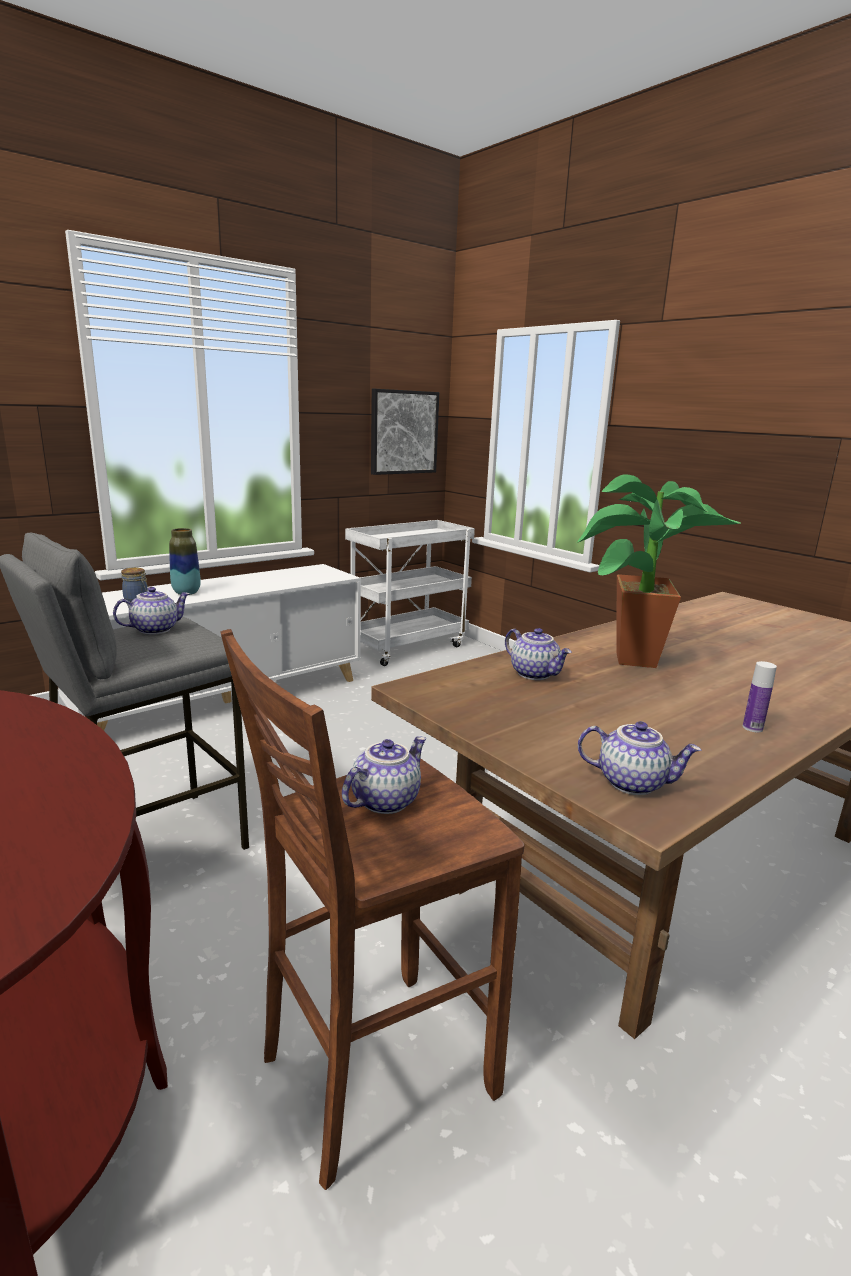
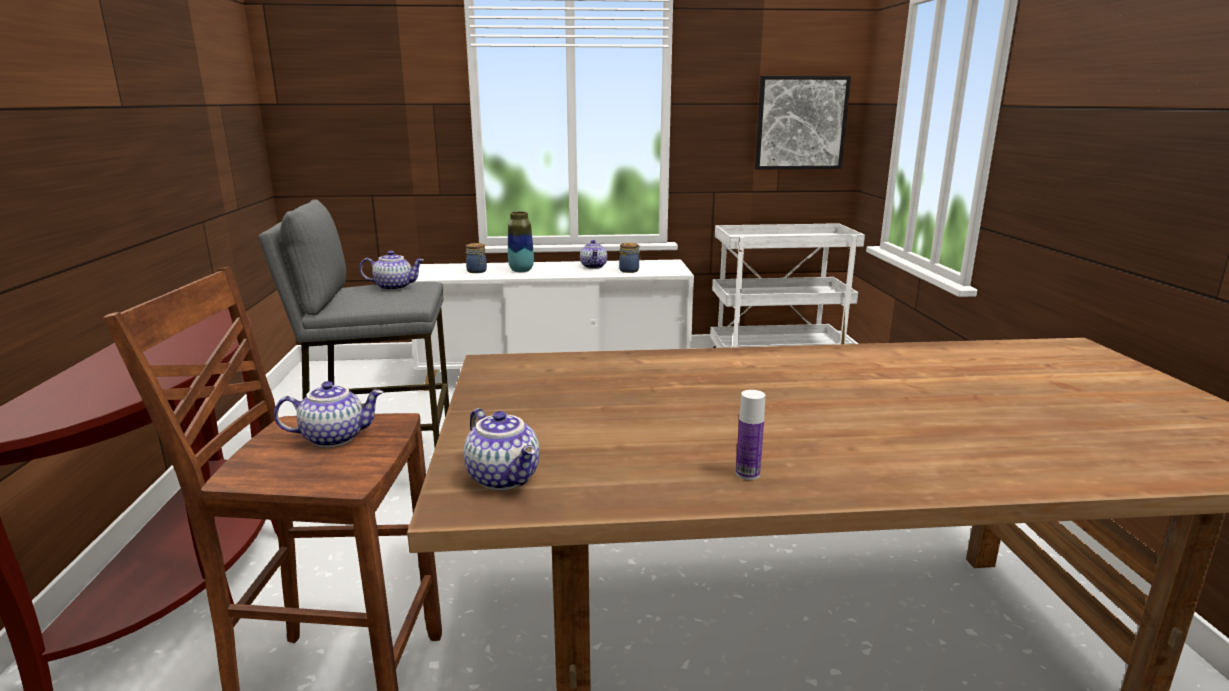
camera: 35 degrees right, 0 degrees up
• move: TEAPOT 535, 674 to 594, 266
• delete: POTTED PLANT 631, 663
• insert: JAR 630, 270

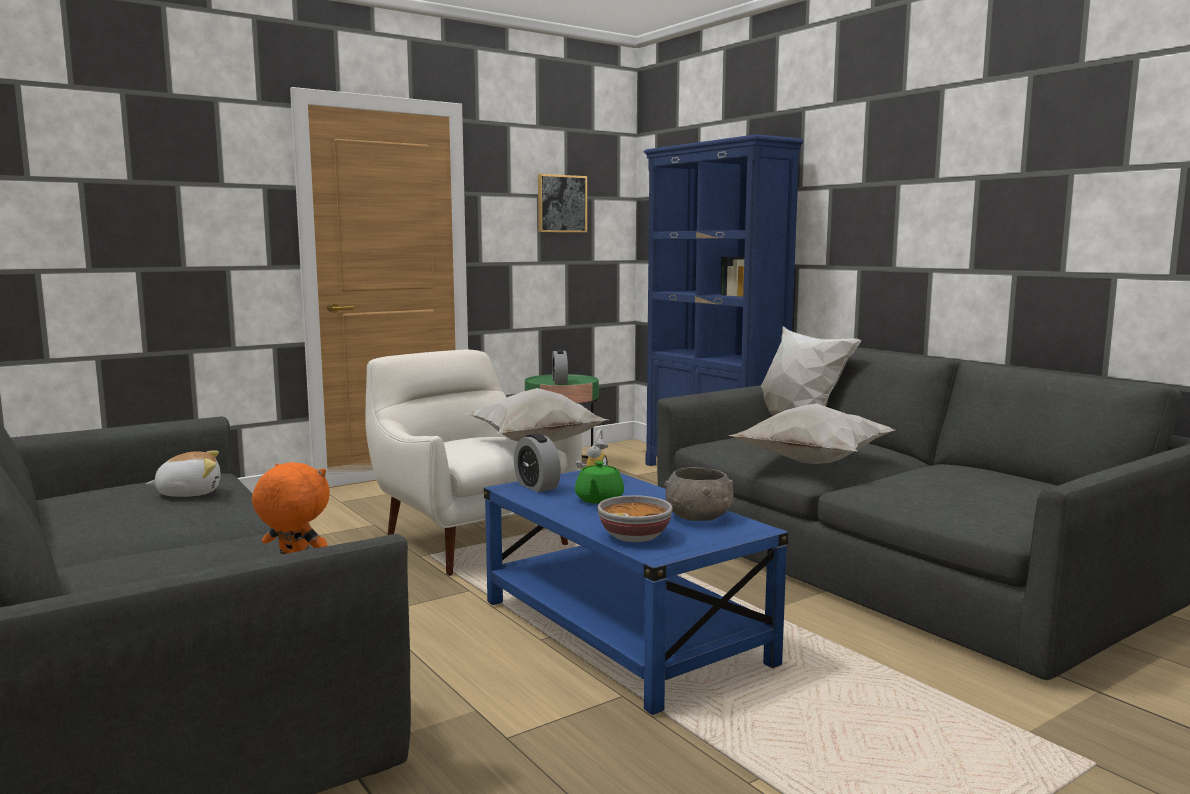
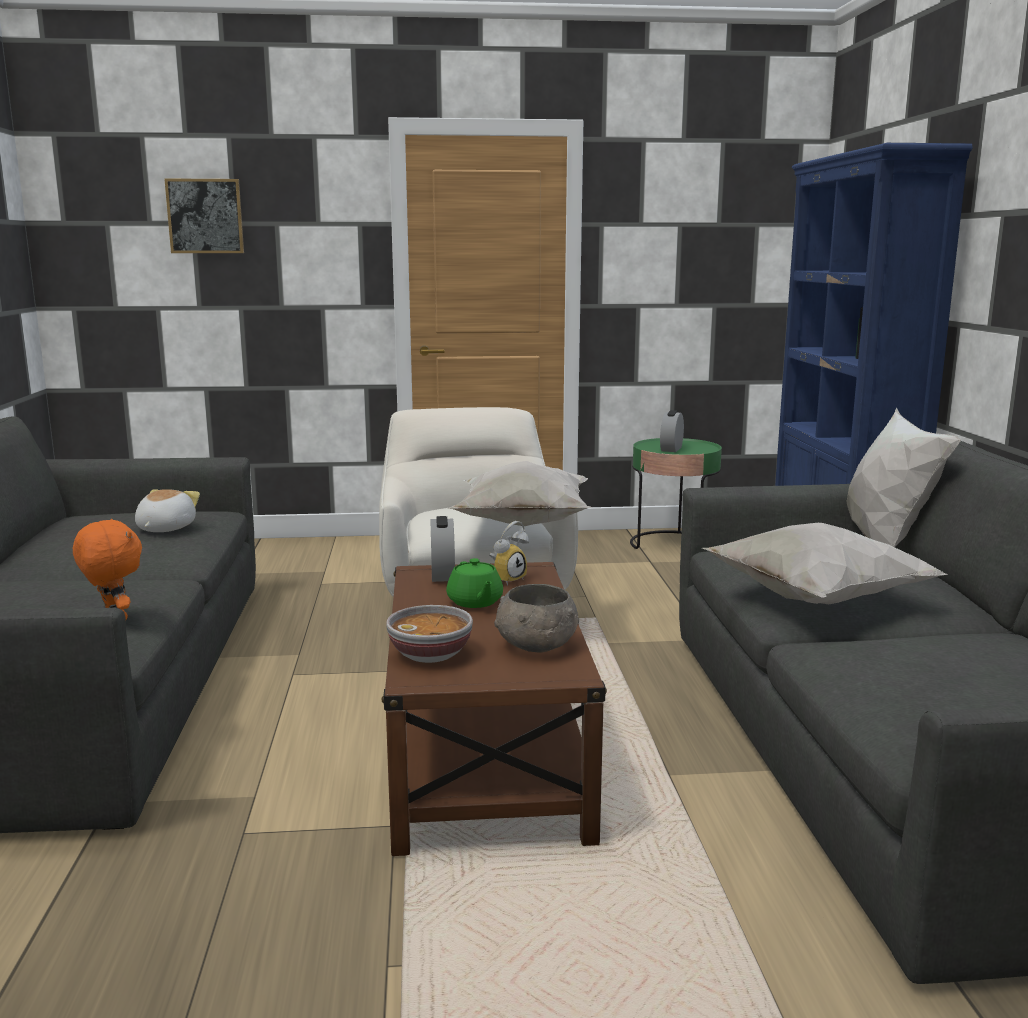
camera: 30 degrees right, 5 degrees up
• rotate: PLUSH TOY 189, 493 = 164, 528 90 degrees counterclockwise
• recolor: BLUE COFFEE TABLE 623, 632 to BROWN COFFEE TABLE 485, 755
• move: PICTURE 561, 203 to 205, 216
• rotate: GREEN TEAPOT 598, 499 = 475, 602 60 degrees counterclockwise

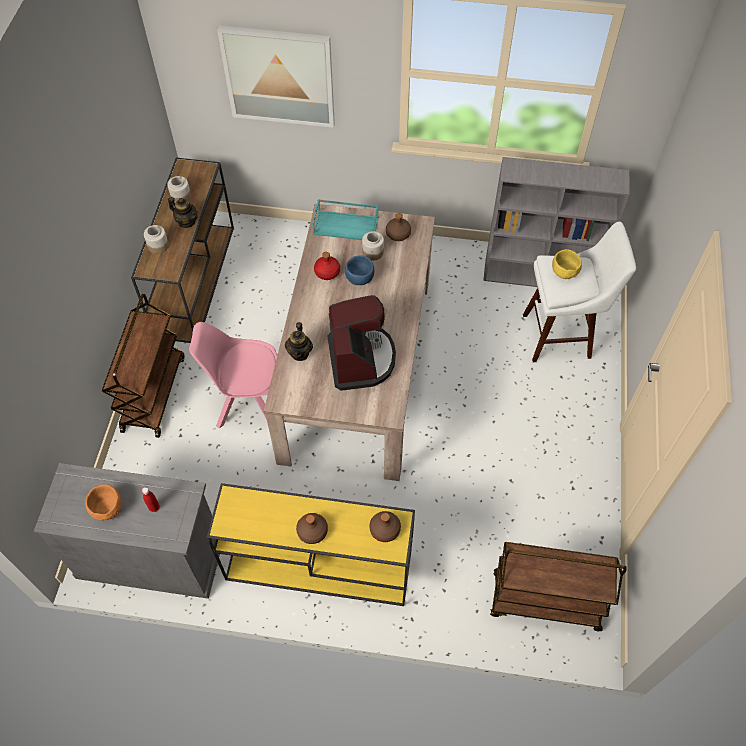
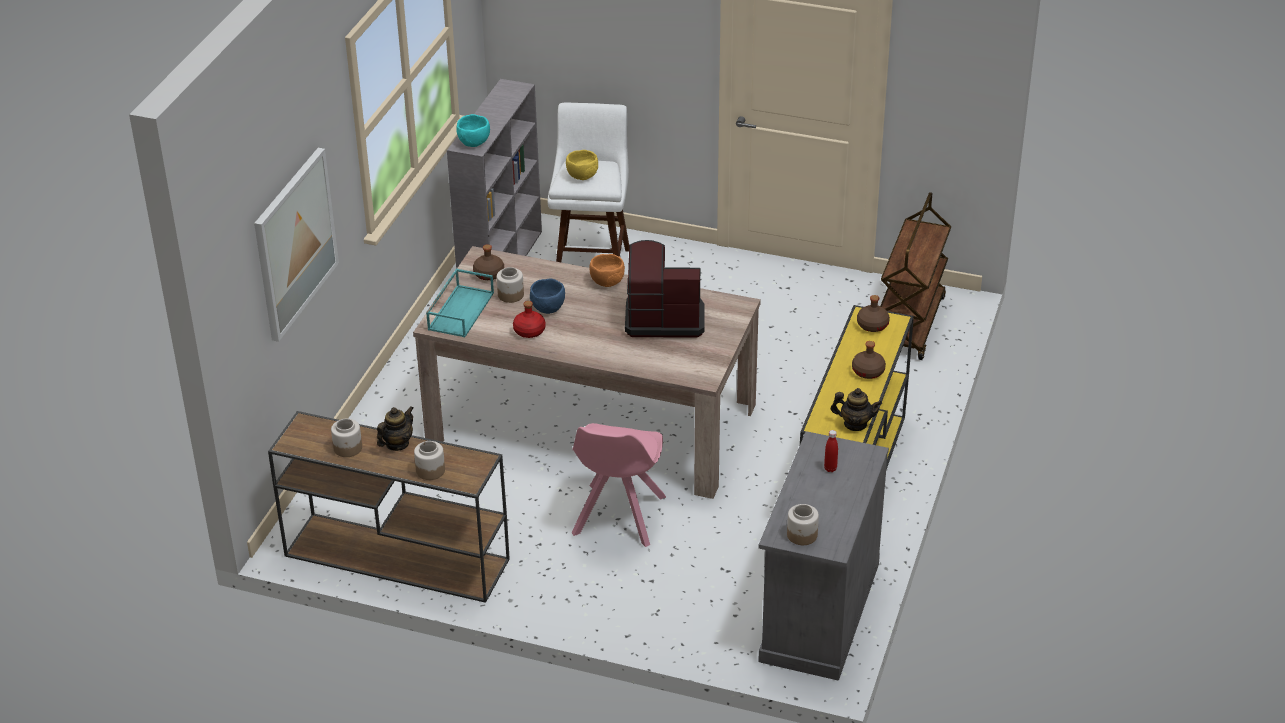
camera: 80 degrees left, 20 degrees down
• move: ORANGE BOWL 107, 509 to 607, 282
• delete: BROWN CART 153, 393
• move: TEAPOT 300, 353 to 855, 424
• insert: TURQUOISE BOWL 474, 142
• insert: JAR 802, 535

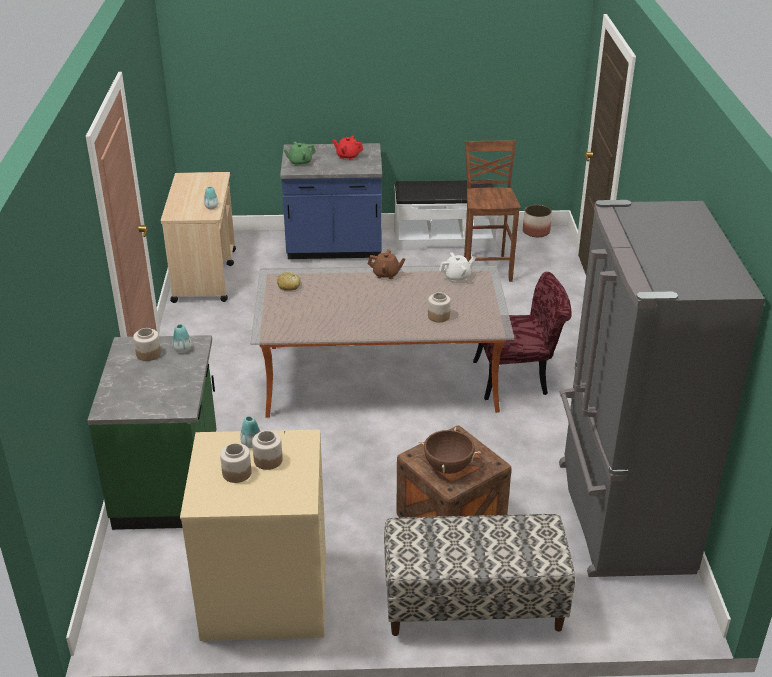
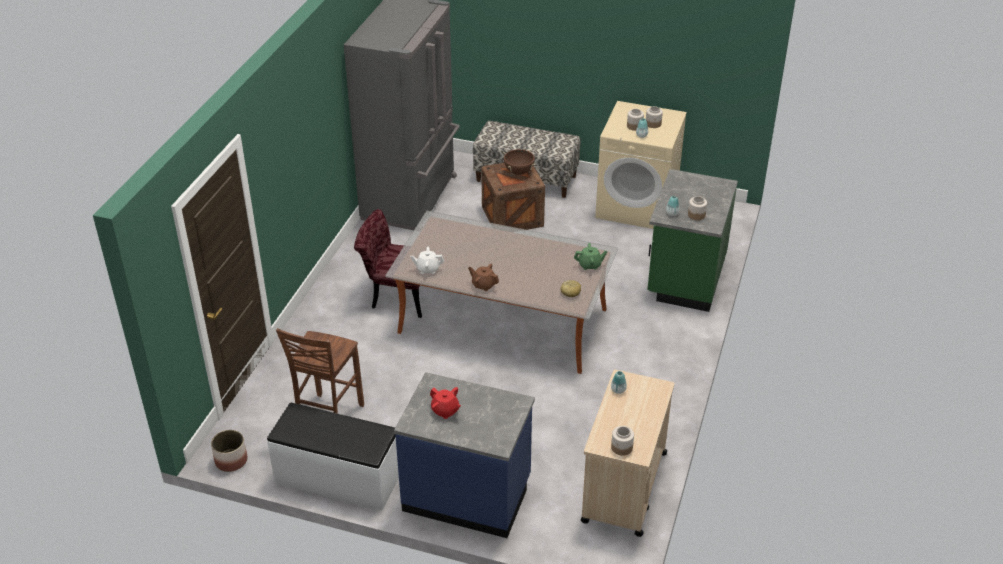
camera: 160 degrees left, 5 degrees up
• move: GREEN TEAPOT 300, 162 to 590, 265
• move: JAR 438, 316 to 622, 448

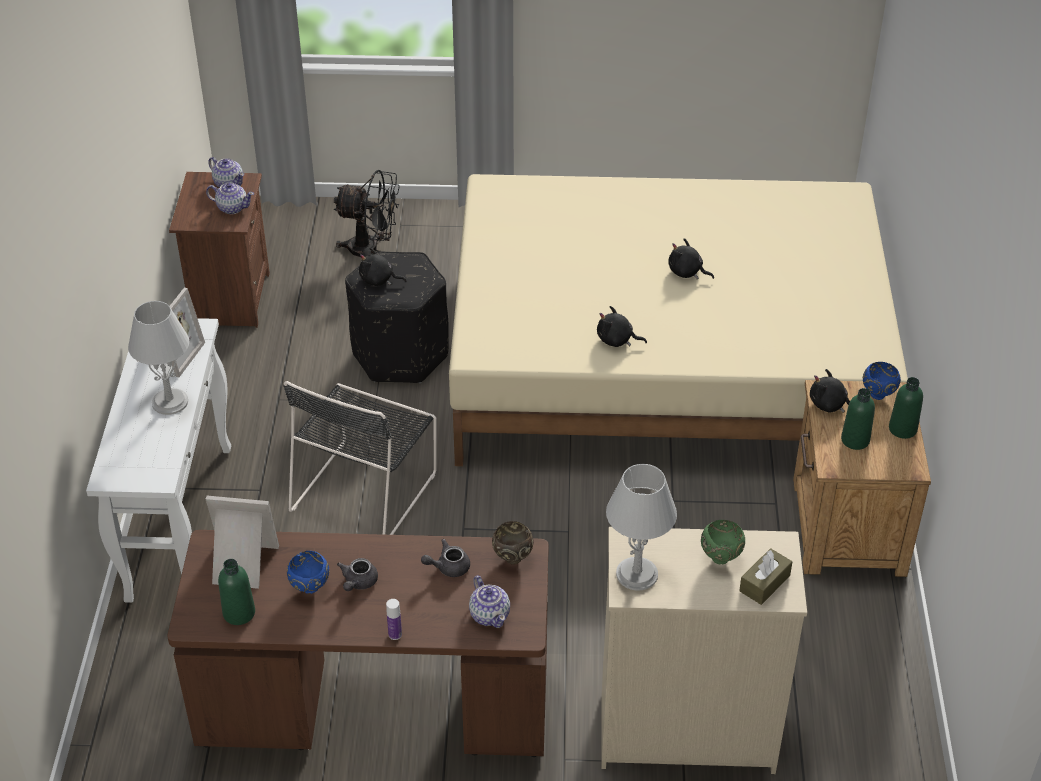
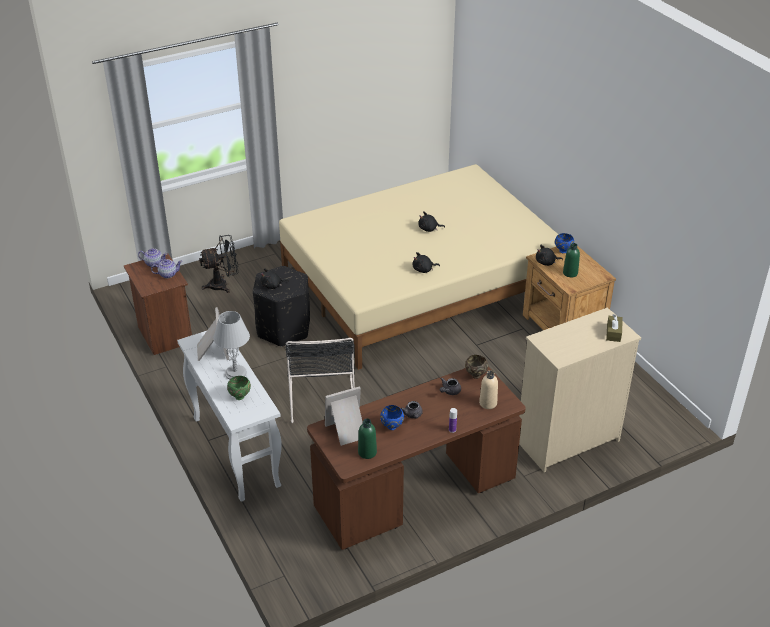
camera: 30 degrees left, 5 degrees down
• replace: TEAPOT 490, 614 to BEIGE BOTTLE 488, 403
• delete: GREY TABLE LAMP 637, 573
• move: GREEN BOWL 721, 558 to 240, 396
• delete: GREEN BOTTLE 902, 429

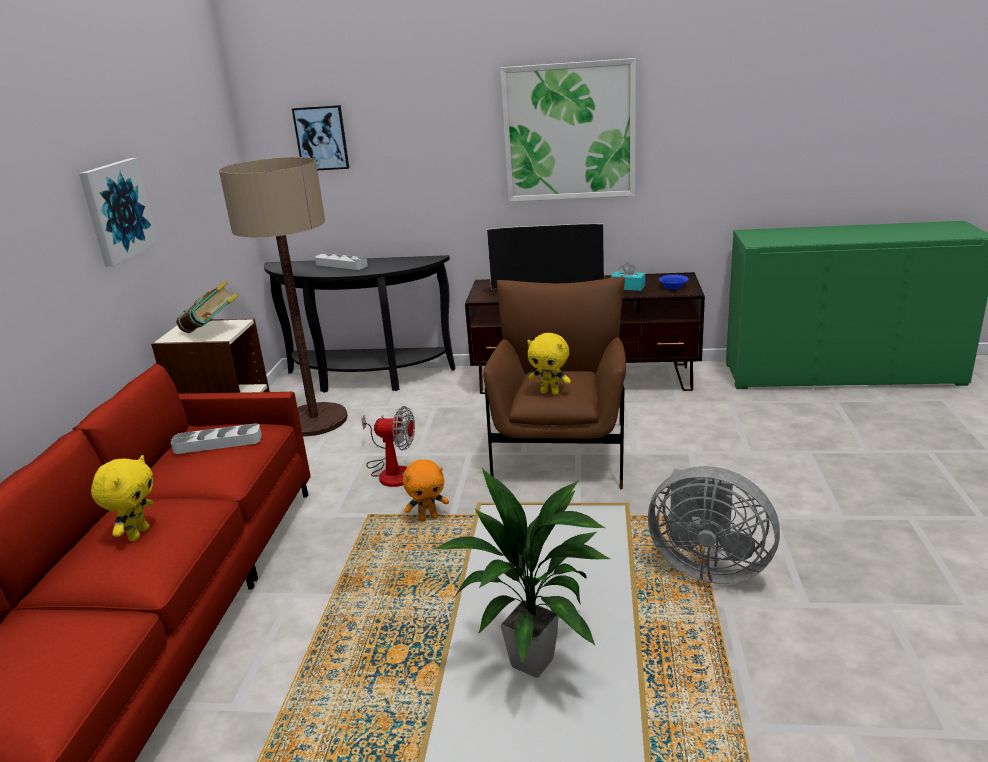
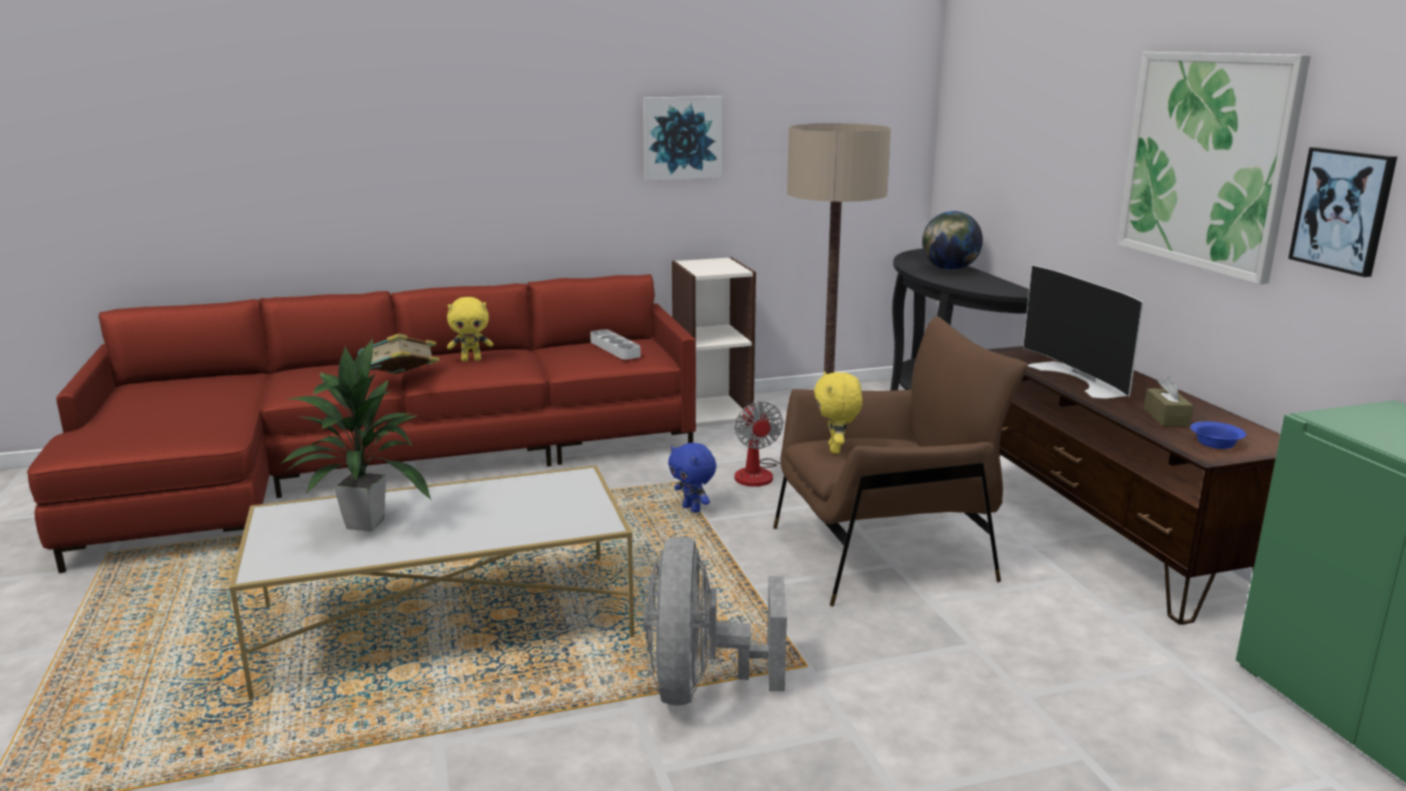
camera: 65 degrees right, 5 degrees down
• move: BOOK 212, 331 to 400, 381
• move: PICTURE 321, 138 to 1343, 210
• replace: GREY TRAY 341, 265 to GLOBE 949, 269
• recolor: ORANGE PLUSH TOY 428, 518 to BLUE PLUSH TOY 692, 509
• recolor: TURQUOISE TISSUE BOX 628, 287 to BROWN TISSUE BOX 1166, 417

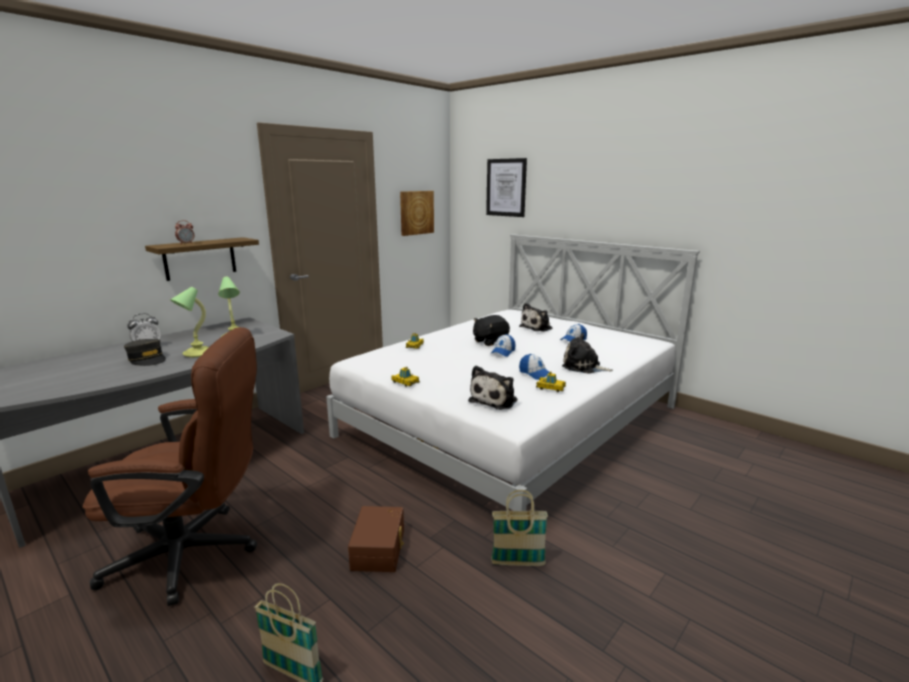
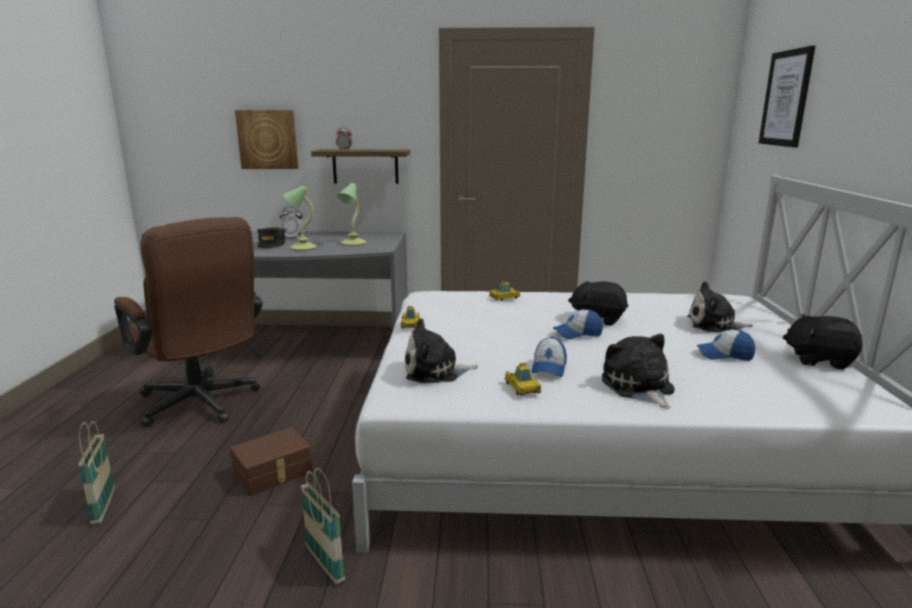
camera: 50 degrees right, 0 degrees up
• move: PICTURE 416, 212 to 268, 139
• insert: BLACK PLUSH TOY 819, 360

